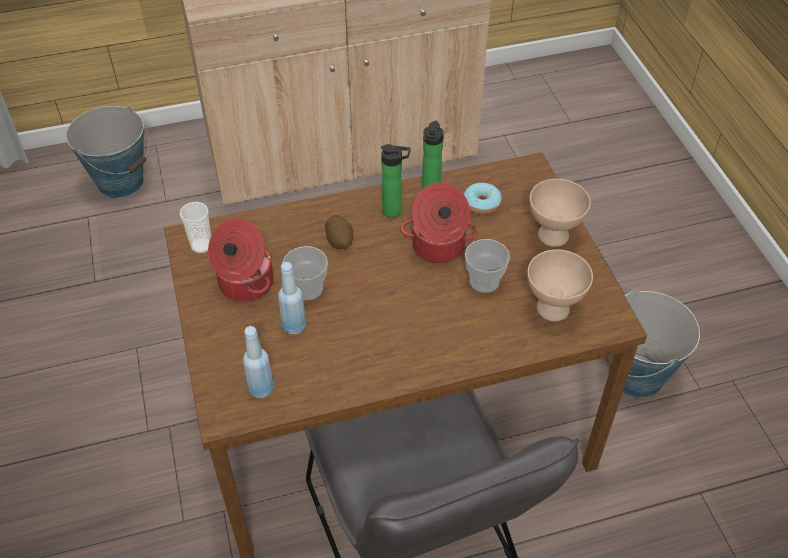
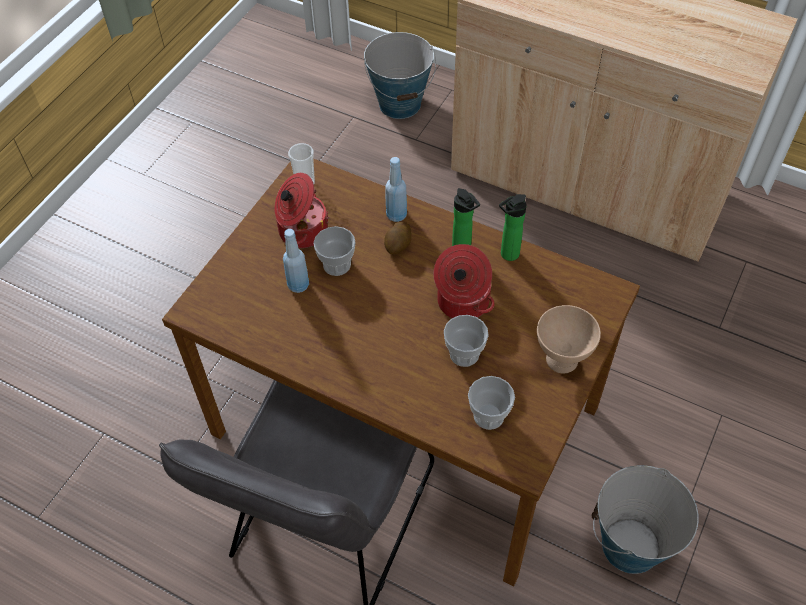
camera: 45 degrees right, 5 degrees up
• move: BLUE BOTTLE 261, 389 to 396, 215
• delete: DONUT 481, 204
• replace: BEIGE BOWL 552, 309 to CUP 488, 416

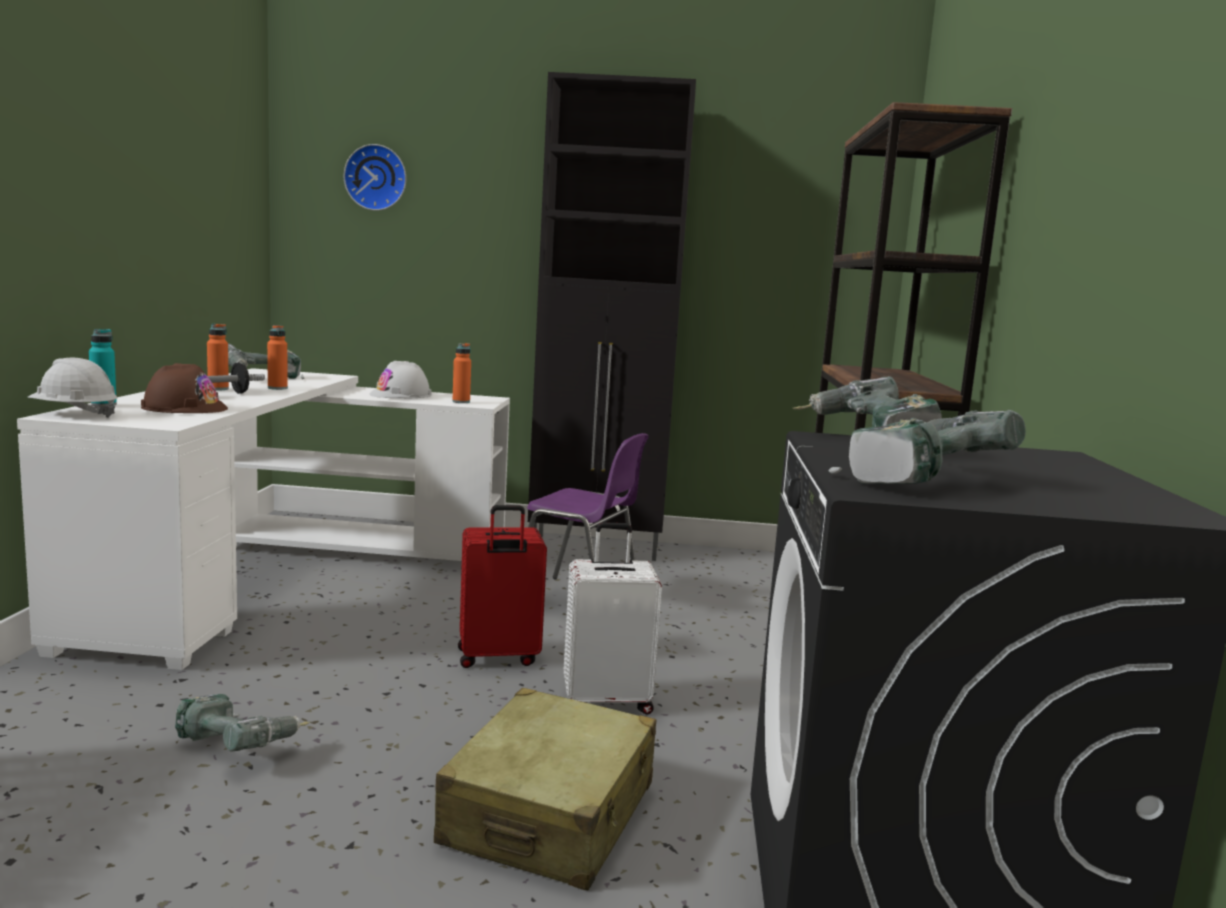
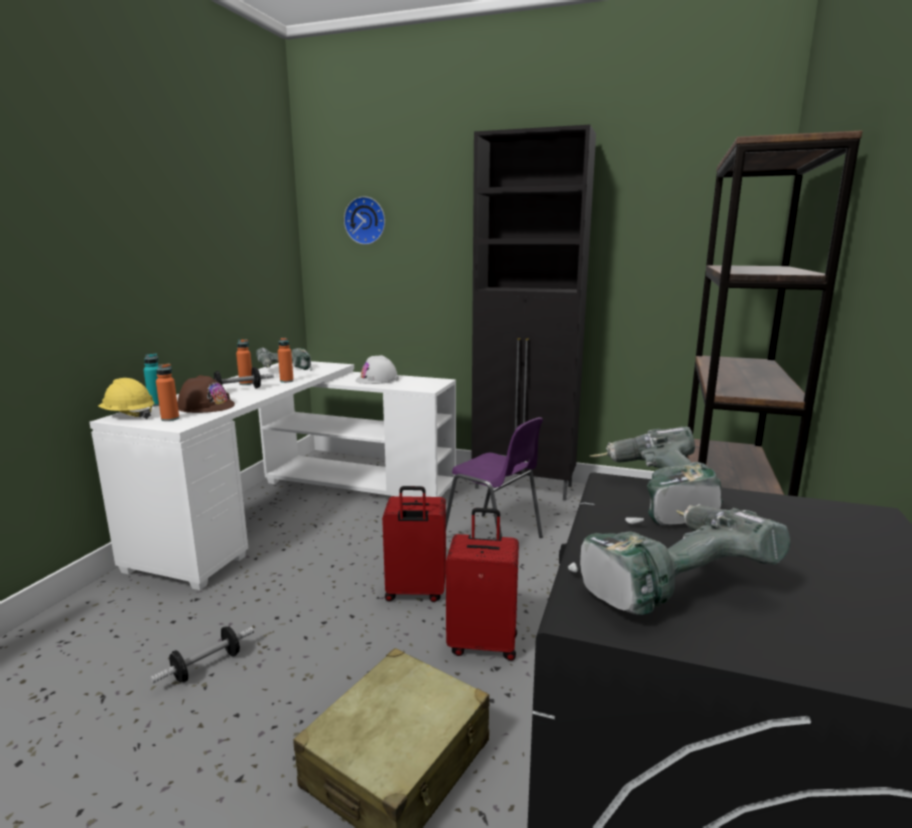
camera: 15 degrees right, 5 degrees up
• recolor: WHITE HARD HAT 74, 414 to YELLOW HARD HAT 128, 416
• replace: POWER DRILL 241, 746 to DUMBBELL 207, 666
• move: ORANGE BOTTLE 461, 402 to 170, 419
• recolor: WHITE SUITCASE 607, 701 to RED SUITCASE 483, 643

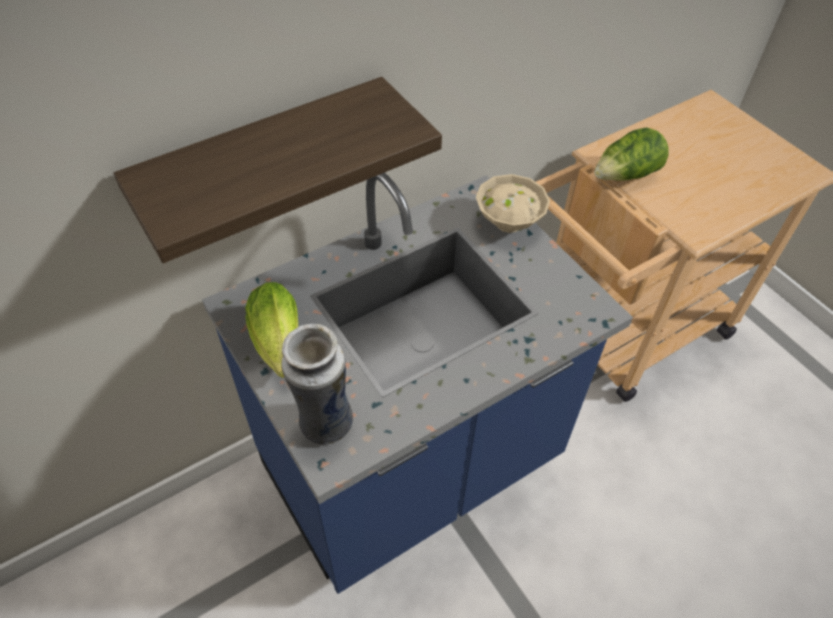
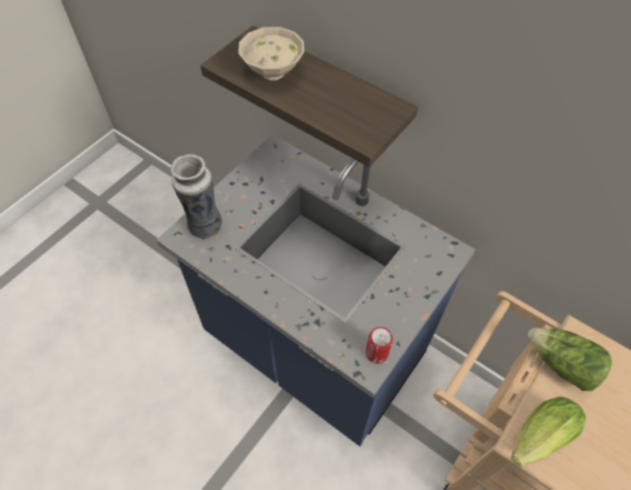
camera: 70 degrees right, 5 degrees up
• move: LETTUCE 278, 346 to 537, 438
• move: BEIGE BOWL 510, 223 to 273, 73
• insert: CAN 376, 353

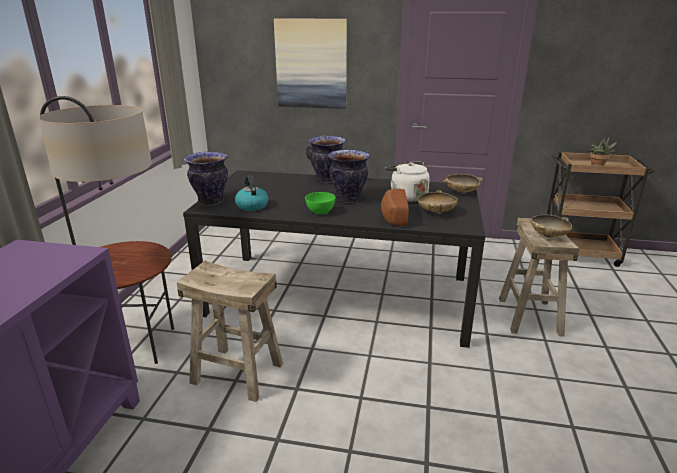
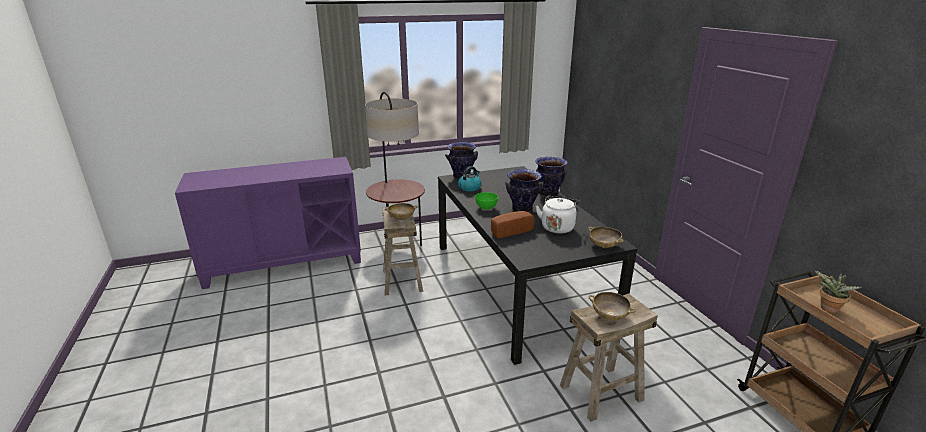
camera: 60 degrees right, 0 degrees up
• delete: PICTURE 311, 64
• move: BEIGE BOWL 436, 212 to 401, 218

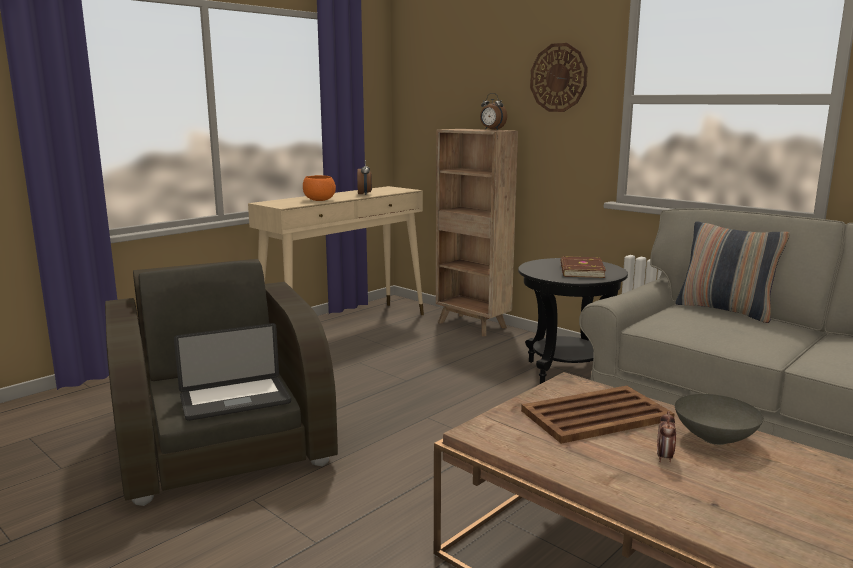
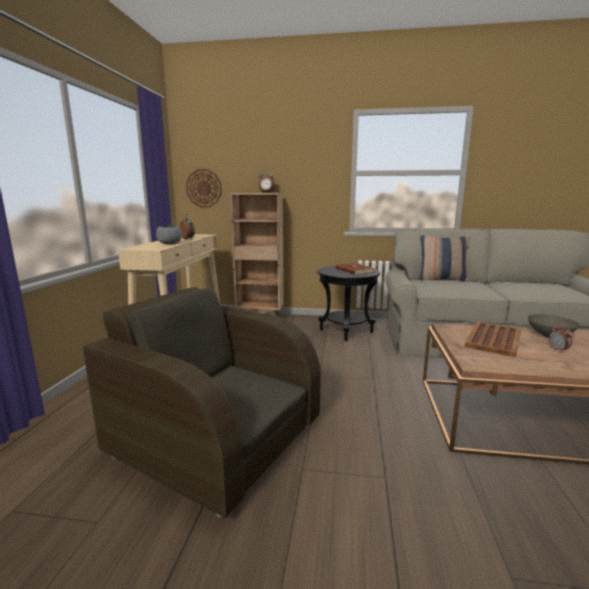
camera: 35 degrees left, 0 degrees up
• delete: LAPTOP 235, 400
• recolor: ORANGE BOWL 319, 200 to GREY BOWL 170, 244
• move: WALL CLOCK 558, 78 to 204, 188

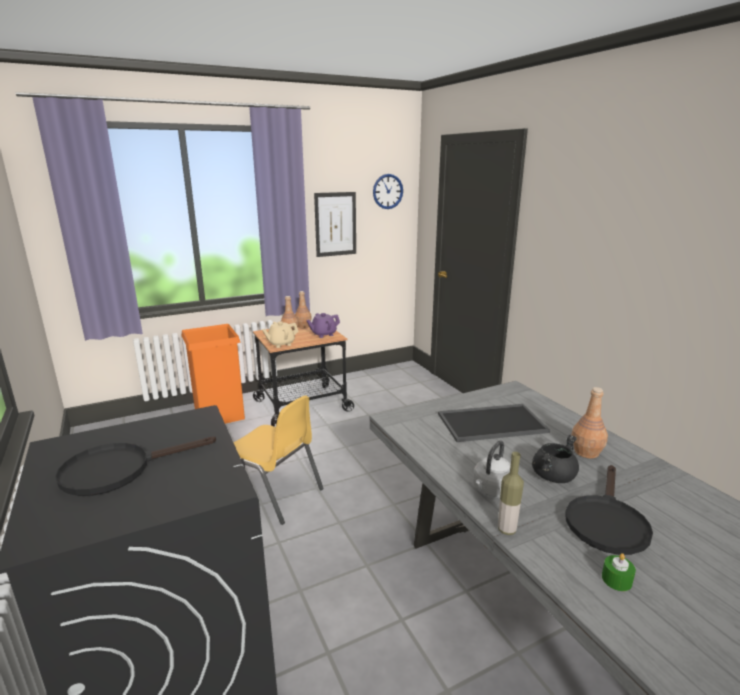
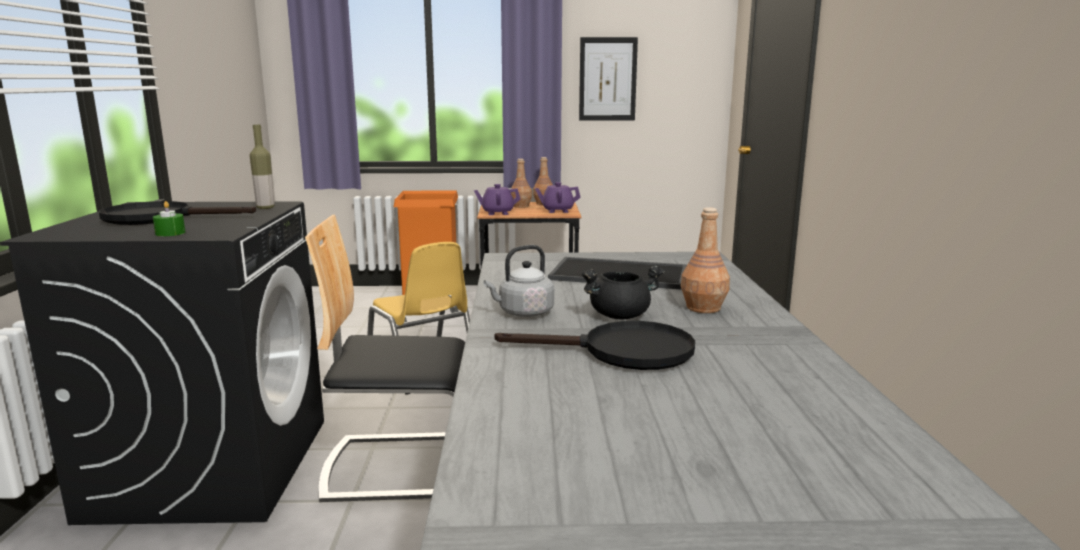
camera: 25 degrees right, 5 degrees down
• recolor: BEIGE TEAPOT 281, 344 to PURPLE TEAPOT 497, 213
• delete: WALL CLOCK 387, 191
• move: BOTTLE 506, 529 to 265, 208
• rotate: BLACK FRYING PAN 606, 521 = 622, 352 135 degrees counterclockwise
• move: GREEN CANDLE 616, 580 to 170, 233
• insert: CHAIR 399, 465

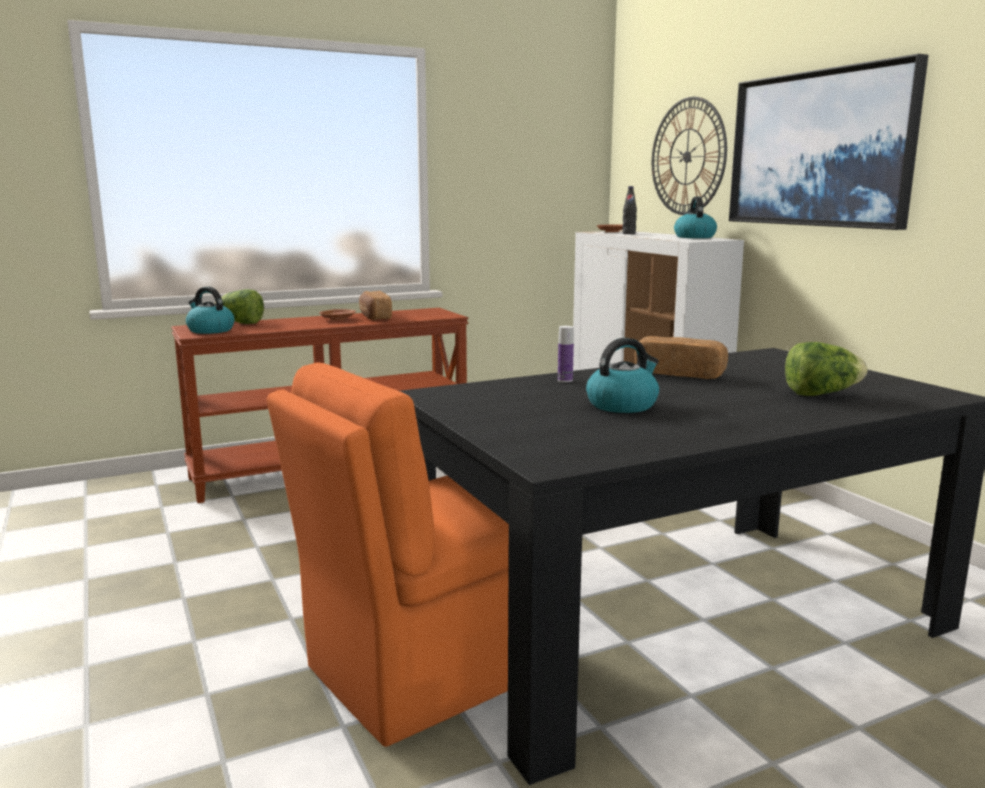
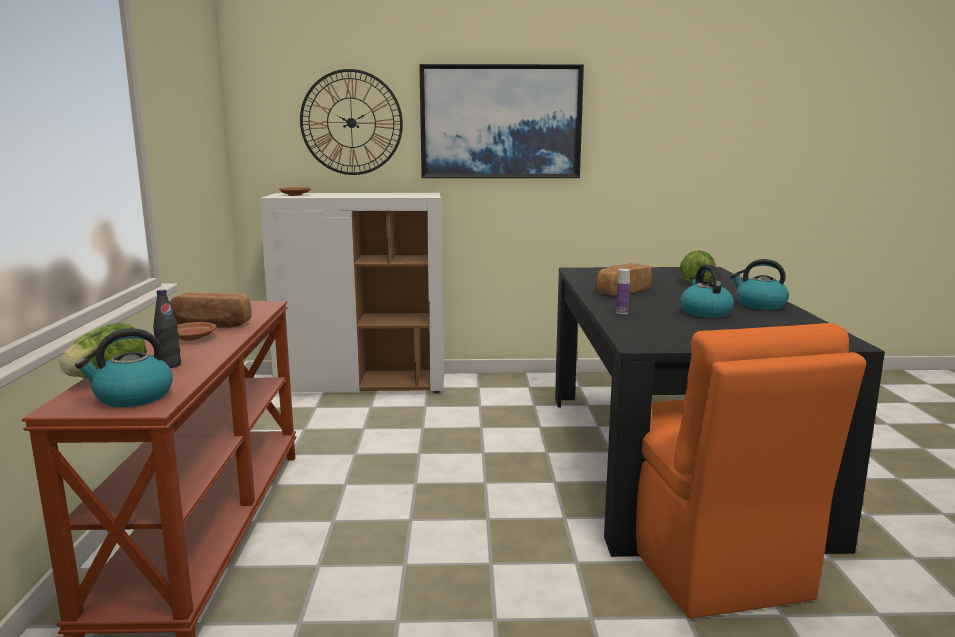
camera: 65 degrees left, 0 degrees up
• move: BLACK BOTTLE 628, 234 to 169, 365
• move: KETTLE 694, 237 to 759, 305

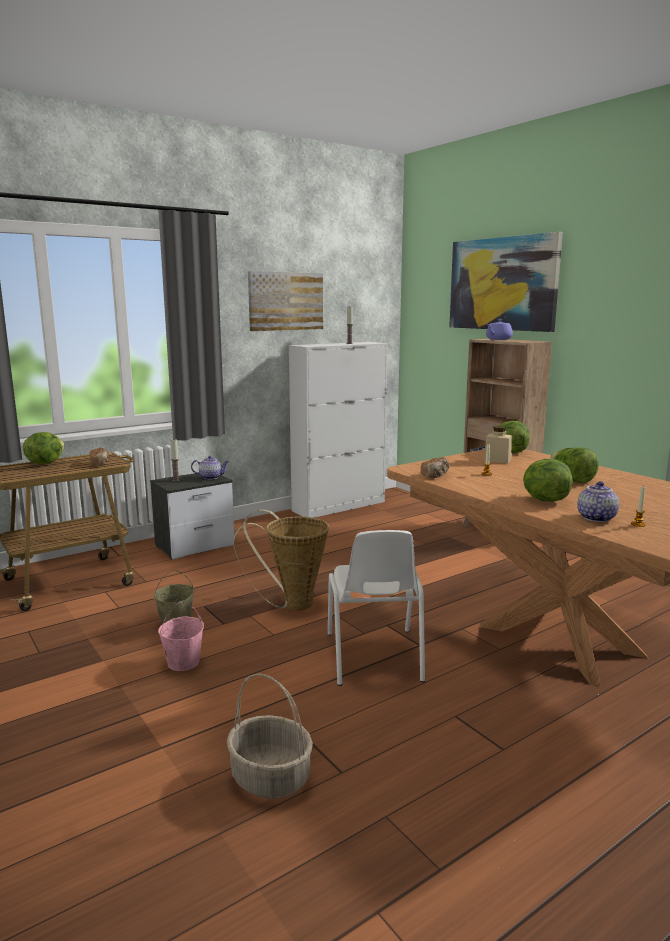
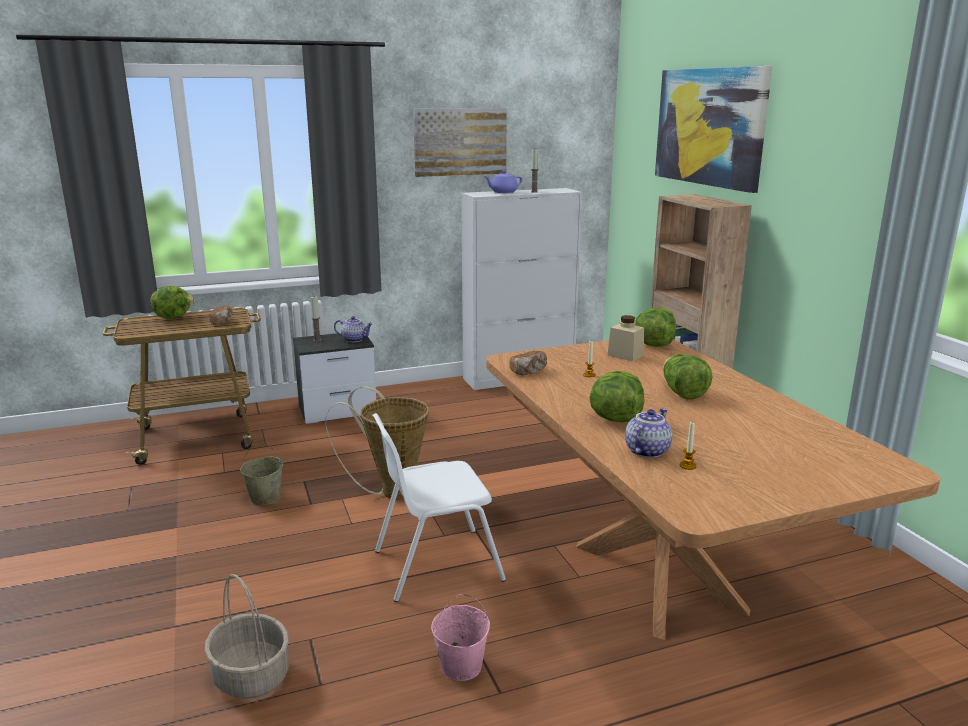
camera: 15 degrees right, 5 degrees up
• move: PINK BUCKET 183, 662 to 461, 665
• rotate: WHITE CHAIR 374, 657 = 435, 565 60 degrees clockwise
• move: PURPLE TEAPOT 498, 339 to 503, 192

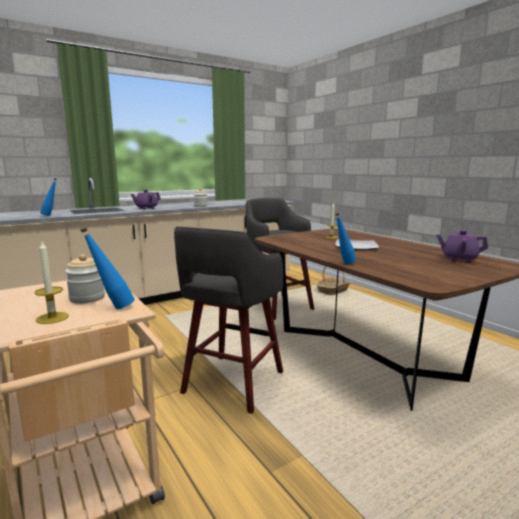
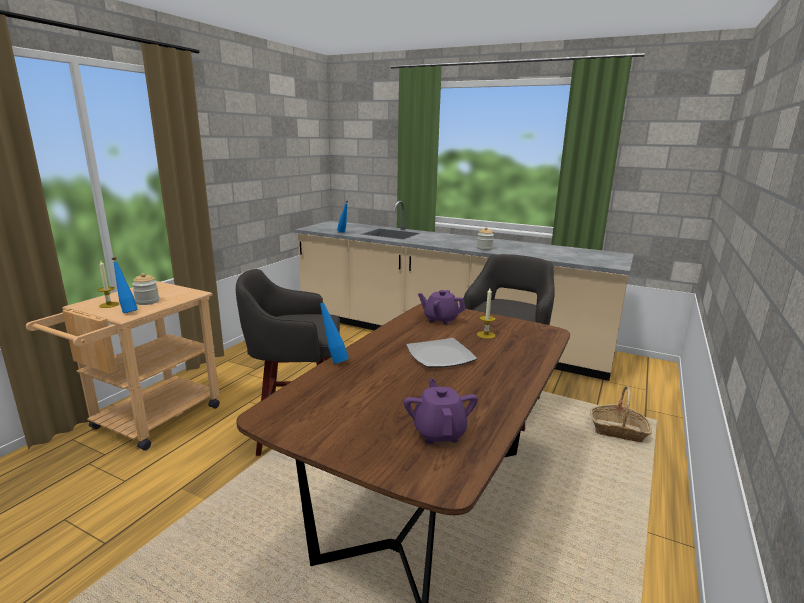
camera: 60 degrees right, 5 degrees up
• move: PURPLE TEAPOT 146, 208 to 440, 319

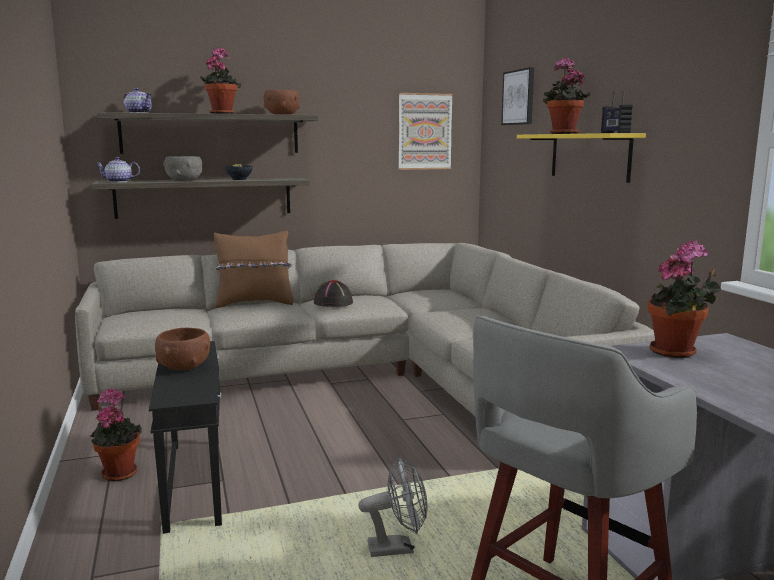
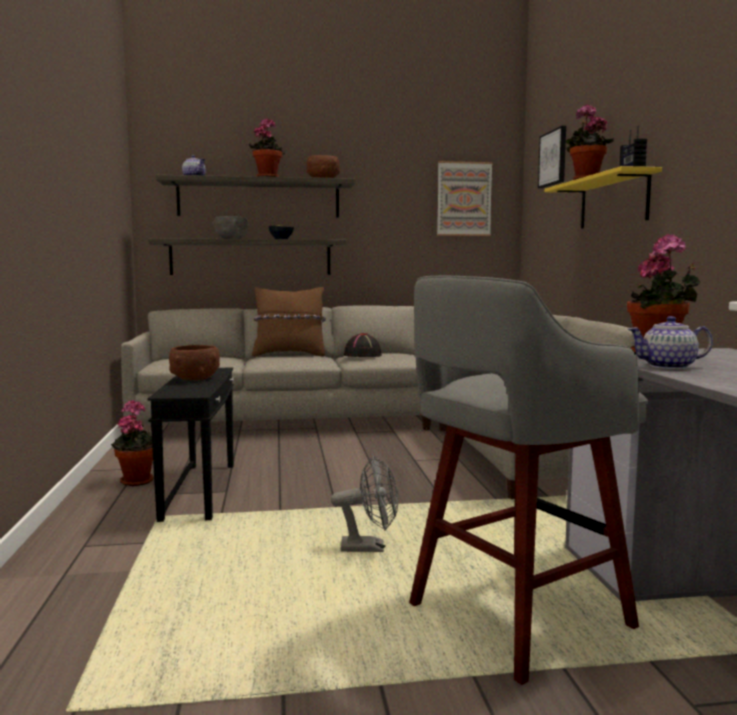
camera: 10 degrees right, 5 degrees down
• move: TEAPOT 119, 182 to 669, 366

